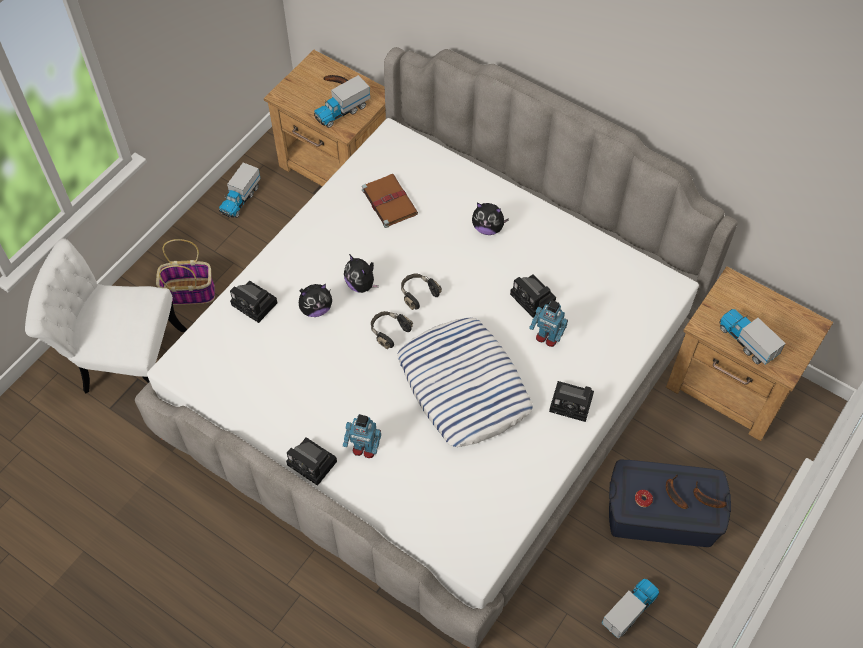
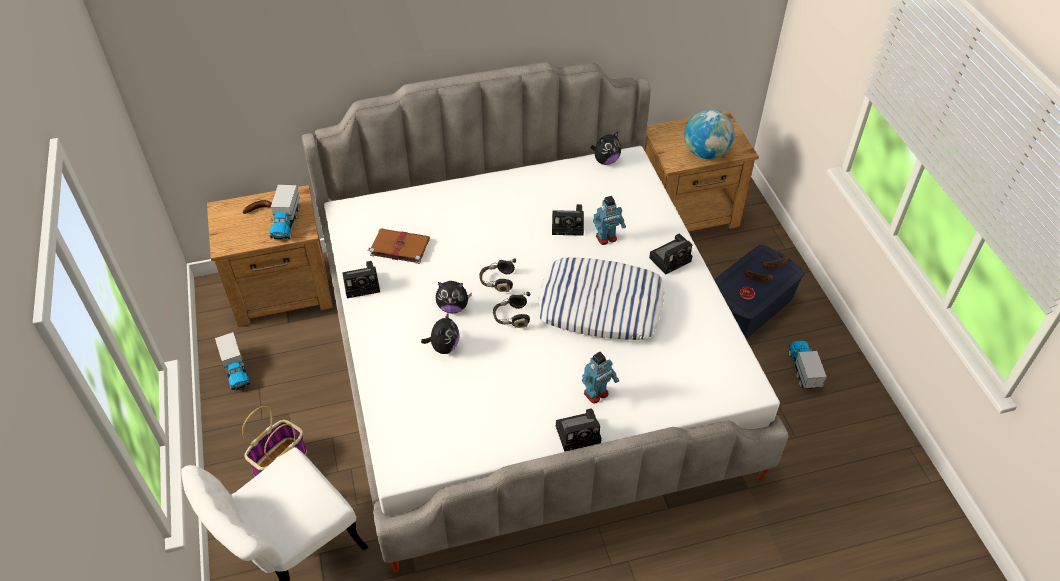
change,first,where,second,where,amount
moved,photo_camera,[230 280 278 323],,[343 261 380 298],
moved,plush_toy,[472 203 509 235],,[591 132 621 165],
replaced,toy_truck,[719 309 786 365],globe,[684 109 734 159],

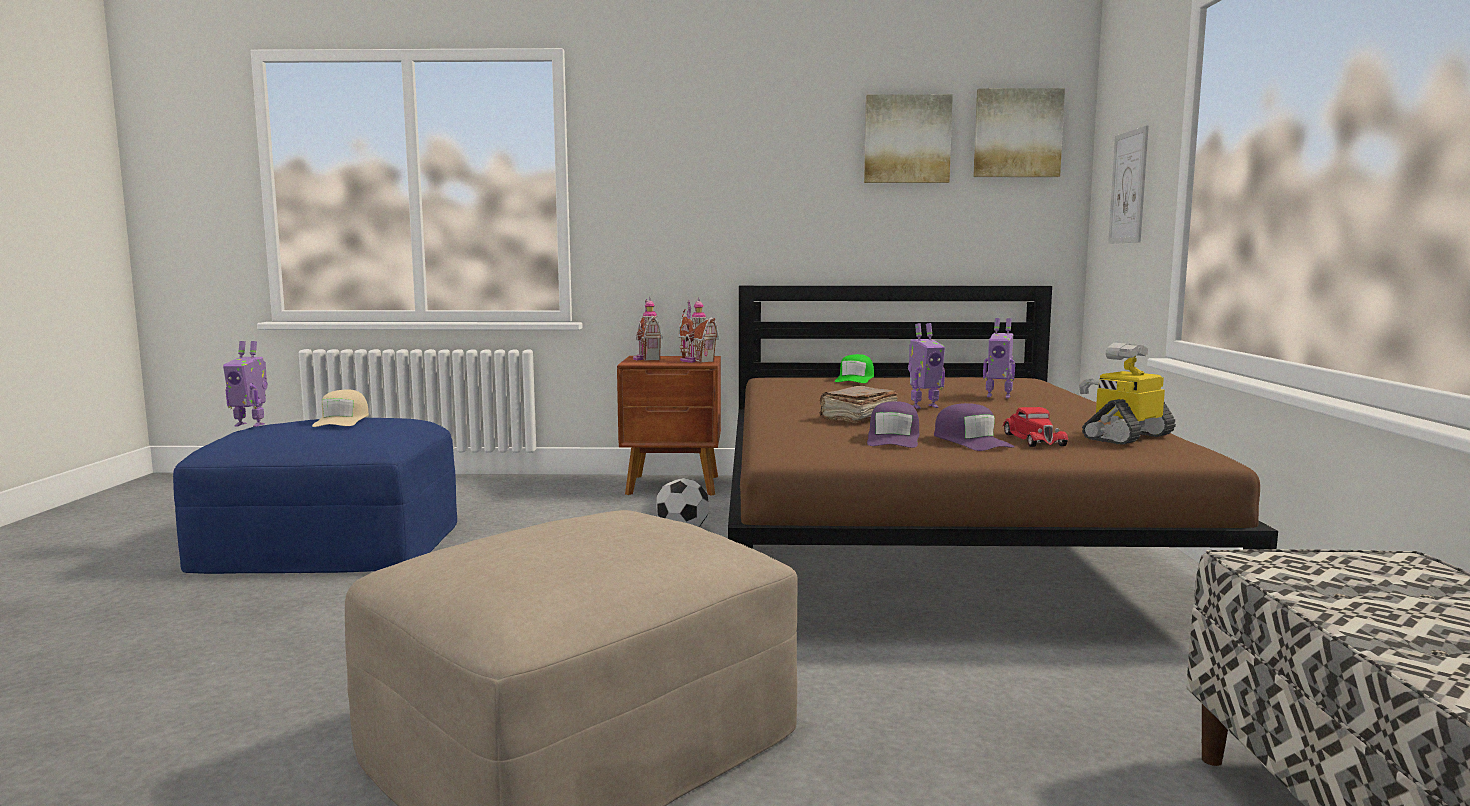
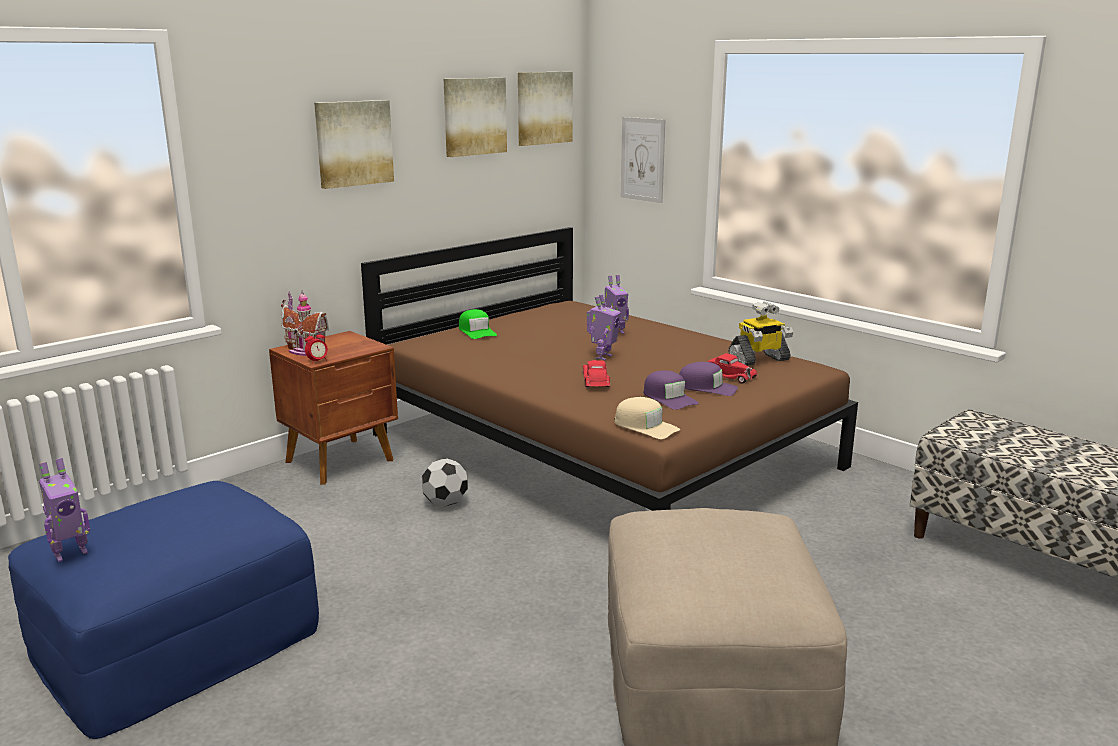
change,first,where,second,where,amount
moved,beige_cap,[312 389 369 427],,[615 397 680 439],
removed,toy_house,[678 297 719 363],,,
replaced,brown_book,[819 386 898 423],red_toy_car,[583 360 610 387],
turned,toy_robot,[1079 343 1176 445],,[728 301 793 366],120 degrees counterclockwise
added,,,alarm_clock,[305 330 328 364],
added,,,picture,[314 100 394 189],

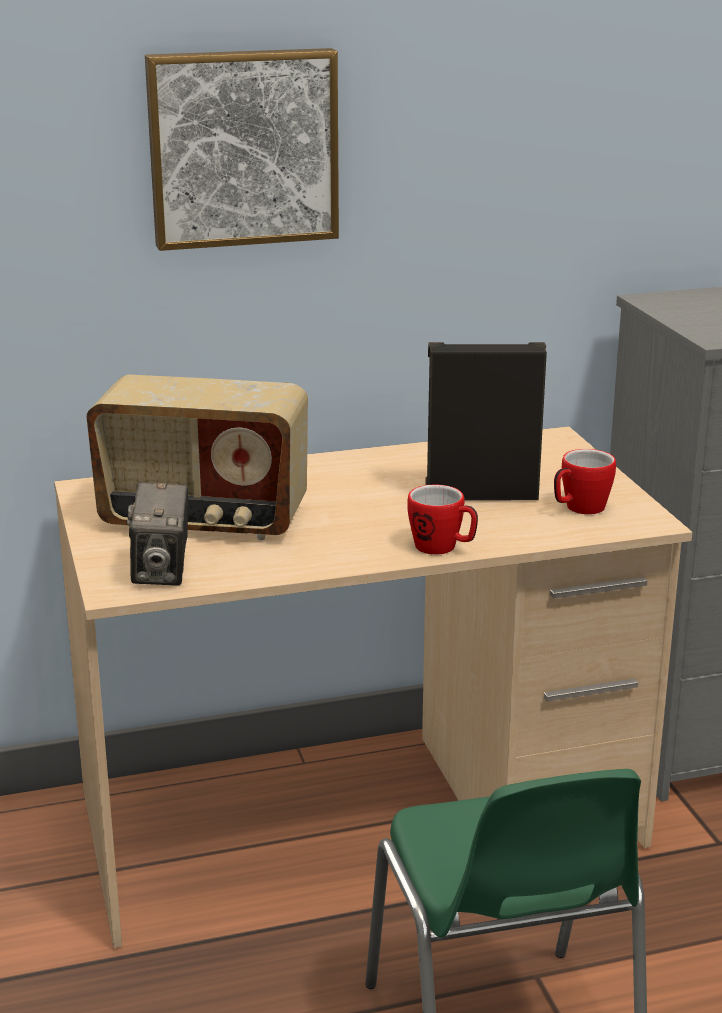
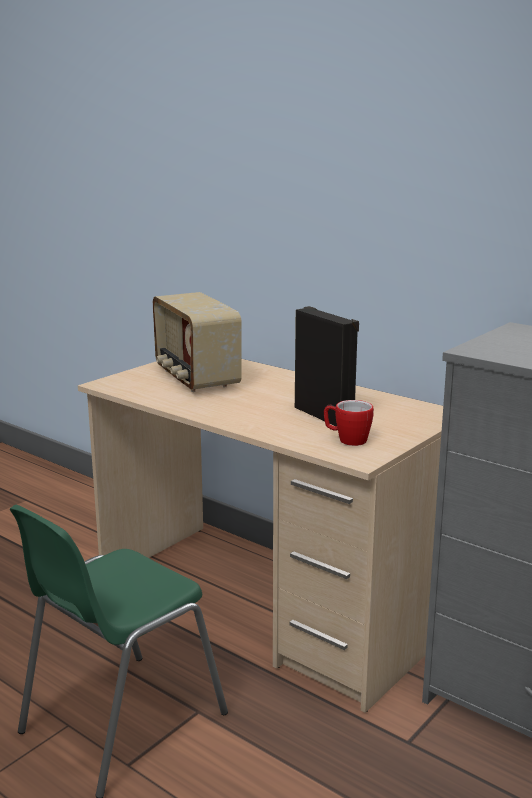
change,first,where,second,where,amount
removed,photo_camera,[127 482 188 585],,,
removed,picture,[145 48 339 251],,,
removed,mug,[407 484 478 555],,,

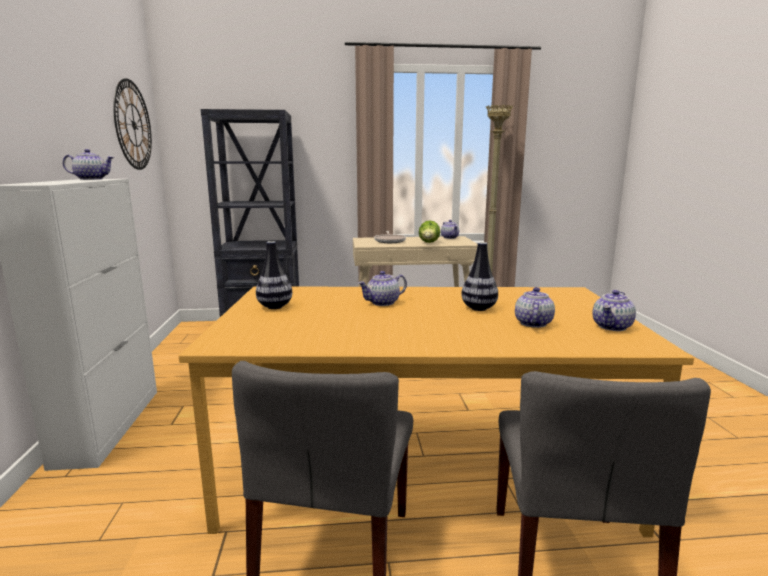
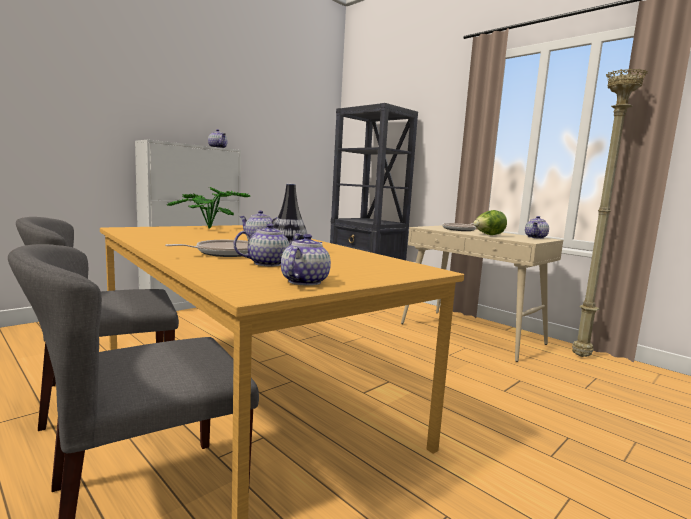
change,first,where,second,where,amount
removed,wall_clock,[113 79 152 170],,,
replaced,vase,[256 241 292 309],potted_plant,[167 187 250 229],
turned,teapot,[592 290 636 331],,[281 234 331 286],105 degrees clockwise
added,,,frying_pan,[165 240 248 257],

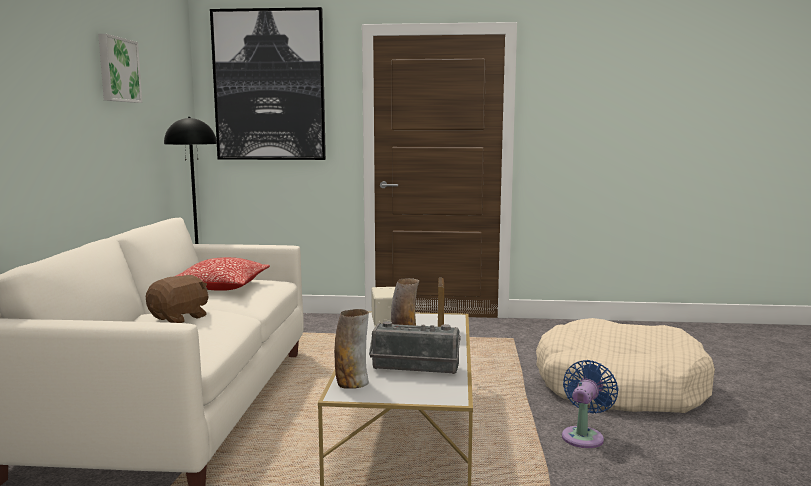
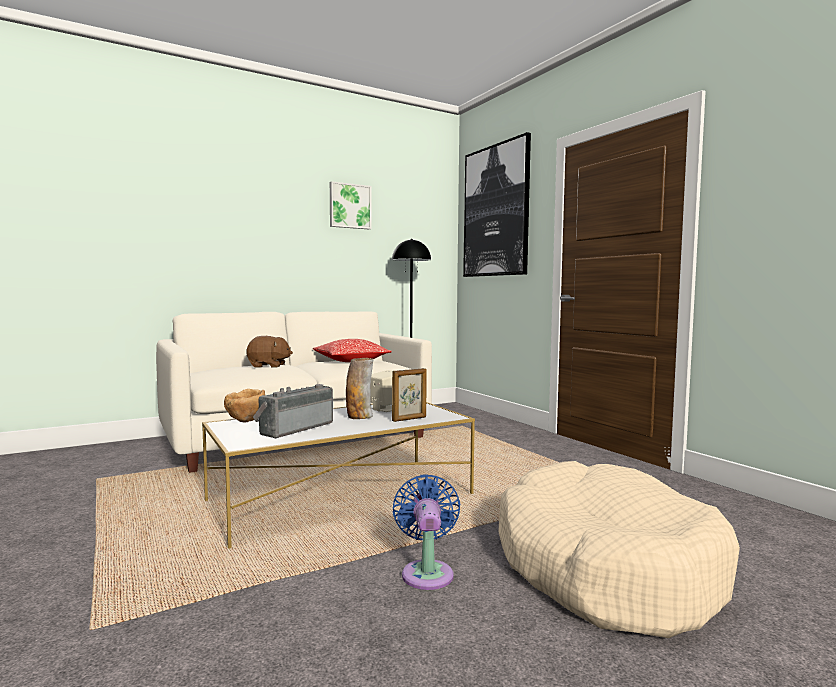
change,first,where,second,where,amount
replaced,vase,[334 309 369 389],brown_bowl,[224 389 265 422],
turned,radio,[369 321 461 374],,[253 384 333 438],60 degrees clockwise
turned,blue_fan,[562 360 619 448],,[393 474 460 590],90 degrees counterclockwise

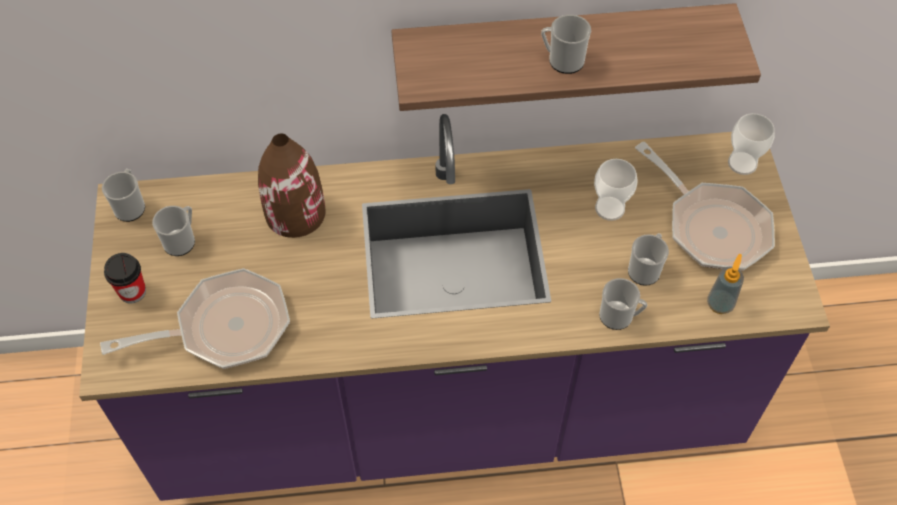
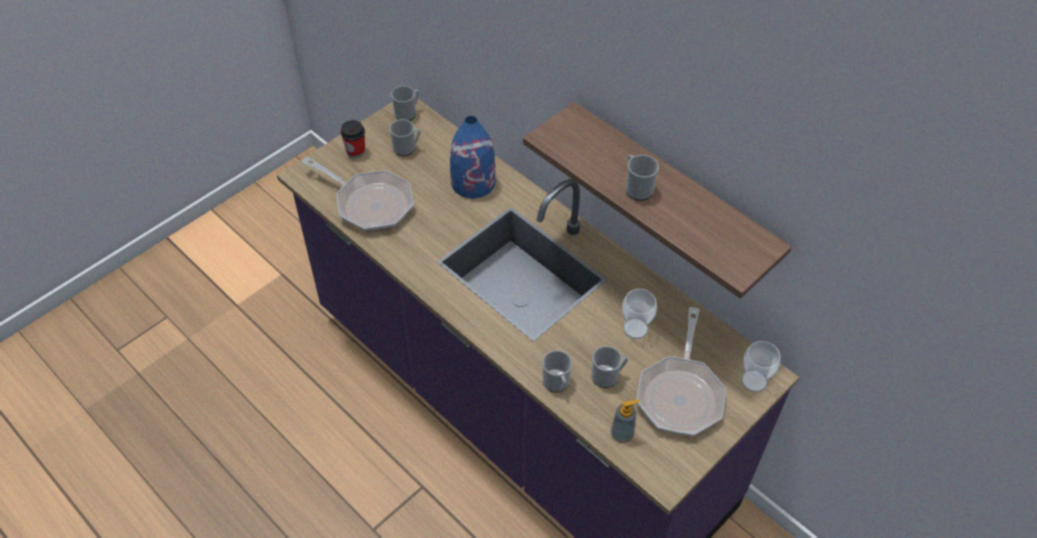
change,first,where,second,where,amount
recoloured,brown_vase,[258 134 325 238],blue_vase,[450 116 496 198],

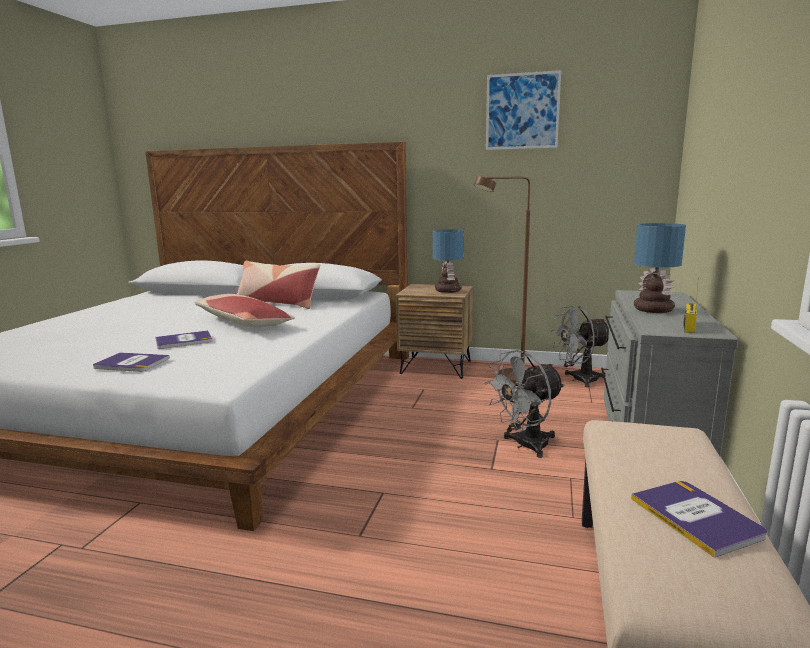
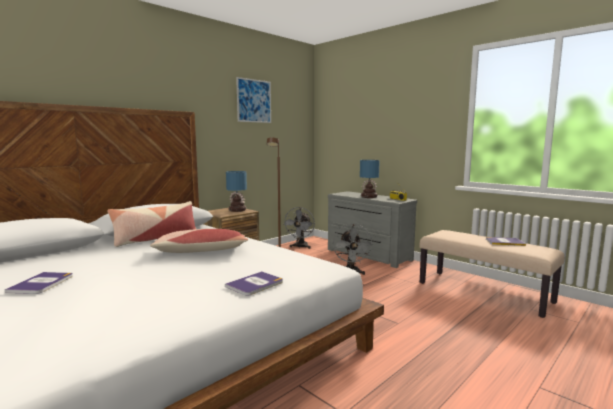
change,first,where,second,where,amount
moved,book,[155 330 212 349],,[5 272 73 294],

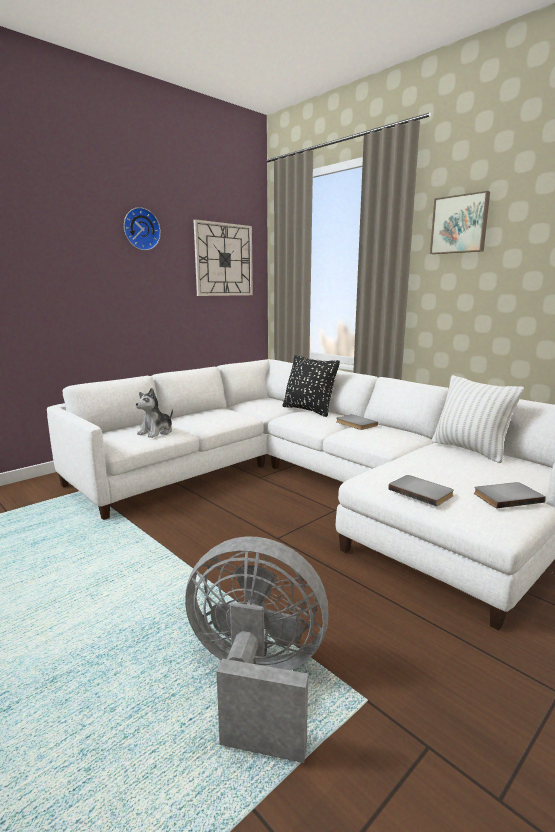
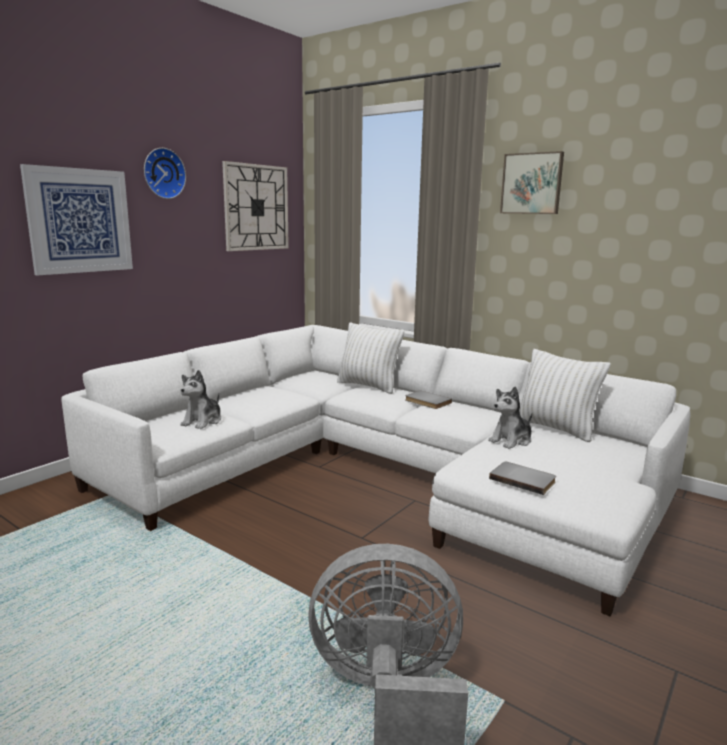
change,first,where,second,where,amount
recoloured,black_pillow,[282 355 340 417],white_pillow,[337 322 405 394],
removed,grey_book,[474 482 546 508],,,
added,,,picture,[20 164 133 275],
added,,,plush_toy,[488 386 532 449],

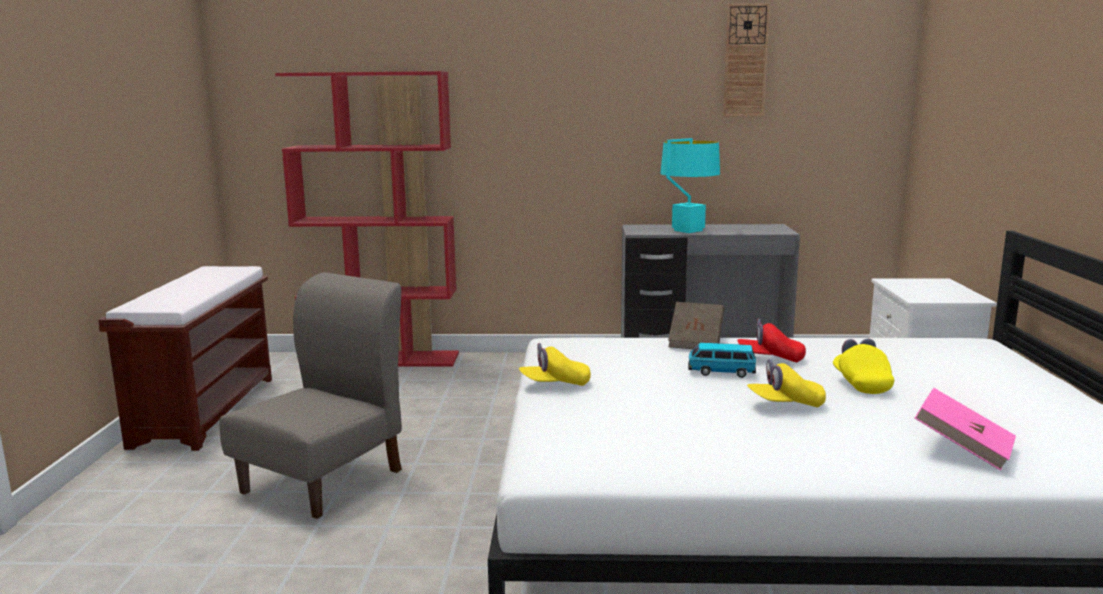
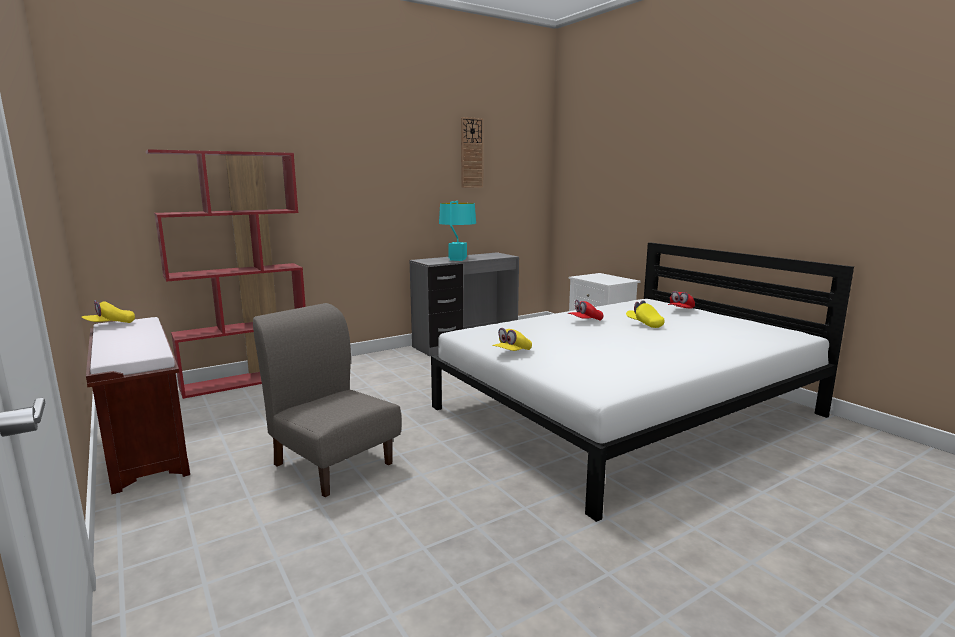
change,first,where,second,where,amount
turned,grey_chair,[220 272 402 519],,[253 303 402 497],45 degrees counterclockwise
removed,brown_book,[668 302 724 349],,,
removed,toy_car,[688 343 756 378],,,
moved,yellow_cap,[747 359 826 407],,[82 300 135 323],
removed,pink_book,[915 388 1016 471],,,
added,,,red_cap,[668 291 695 309],

